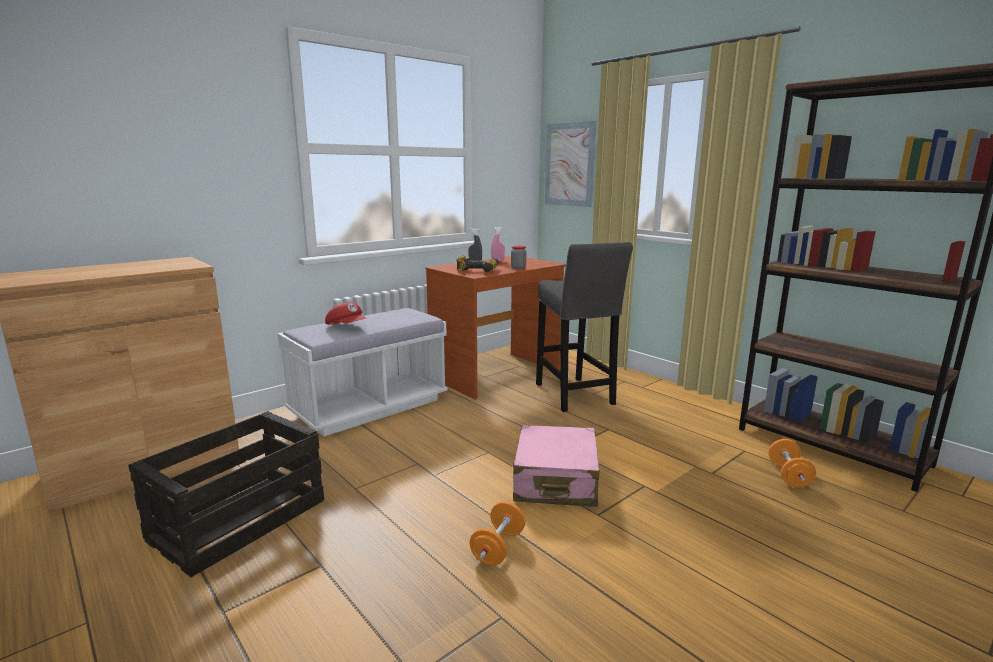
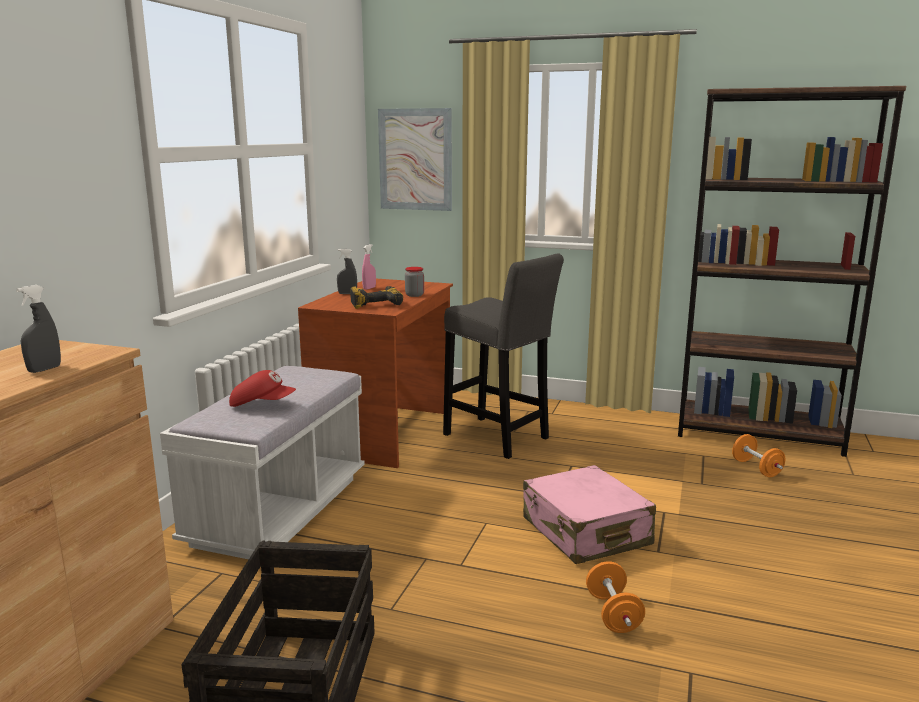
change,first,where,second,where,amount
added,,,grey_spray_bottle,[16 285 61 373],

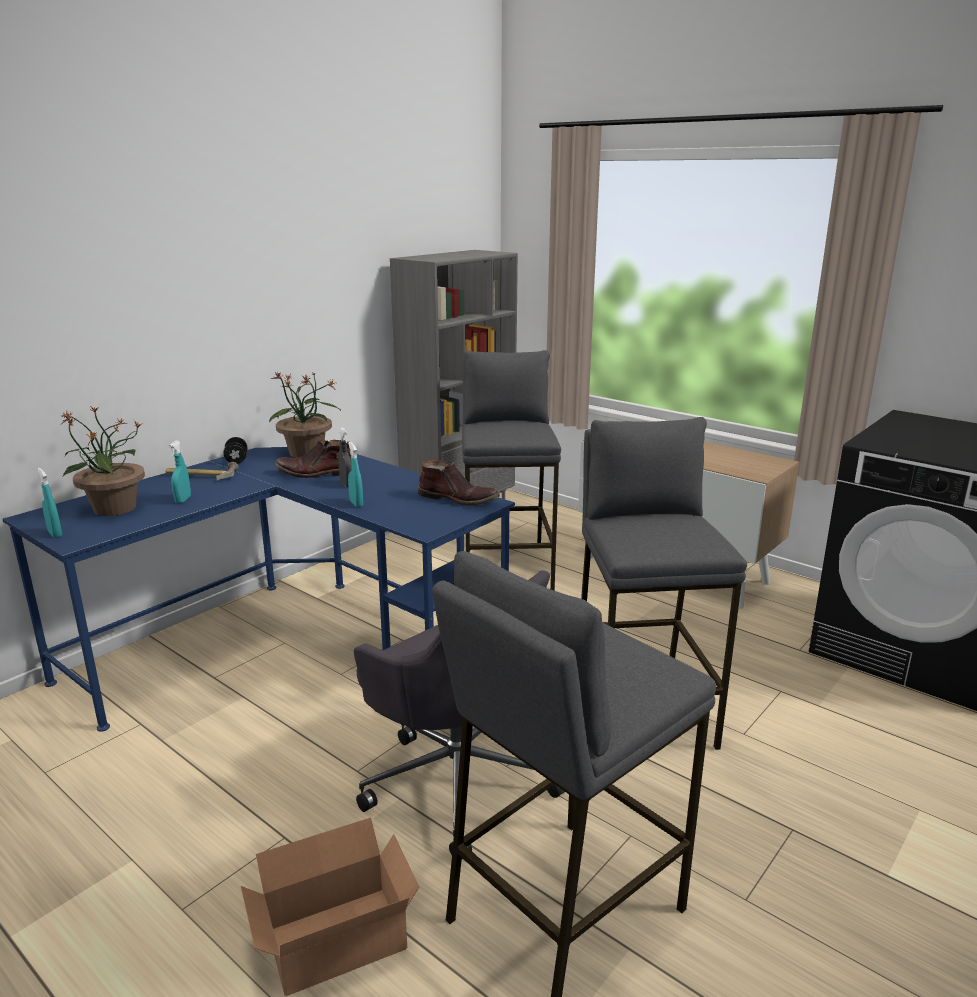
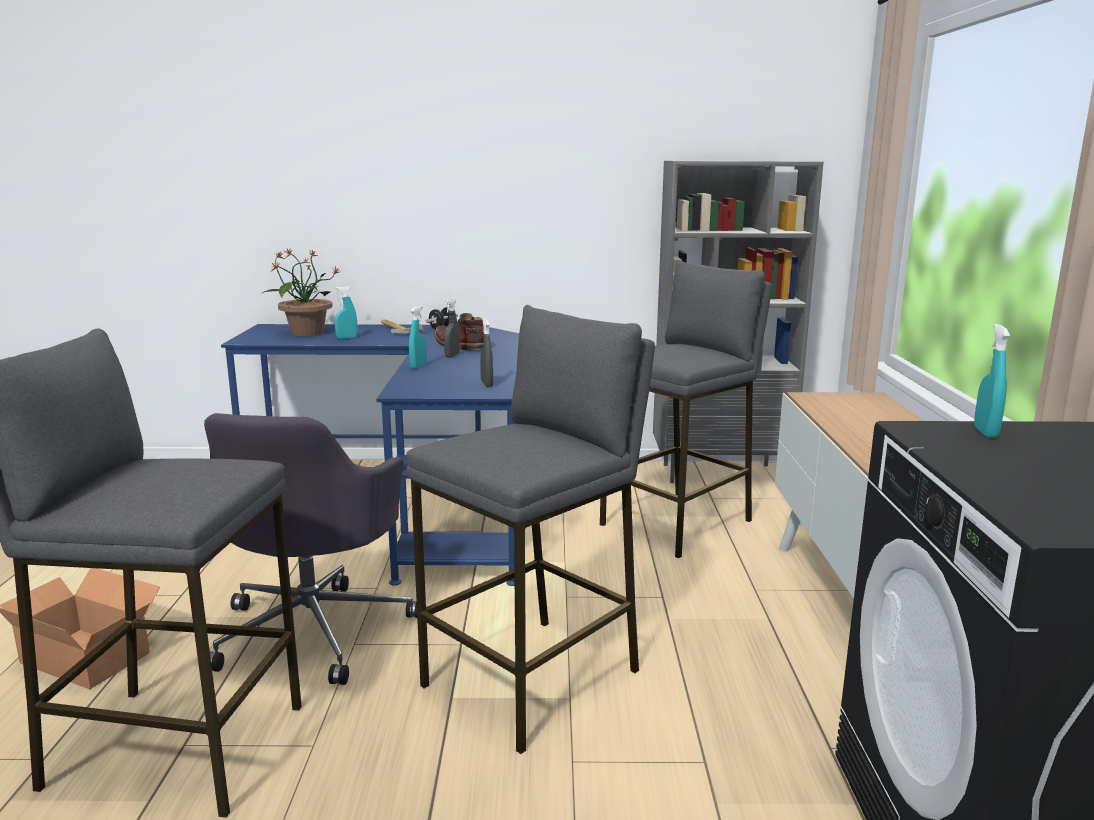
change,first,where,second,where,amount
moved,turquoise_spray_bottle,[37 468 62 538],,[974 324 1010 438],
removed,potted_plant,[269 372 341 458],,,
replaced,brown_boot,[417 460 500 506],grey_spray_bottle,[480 318 493 387],

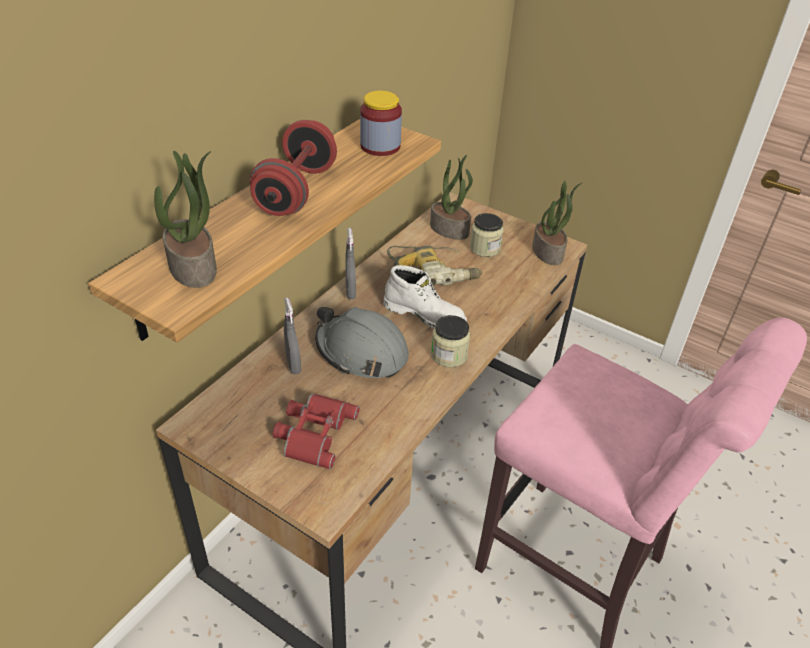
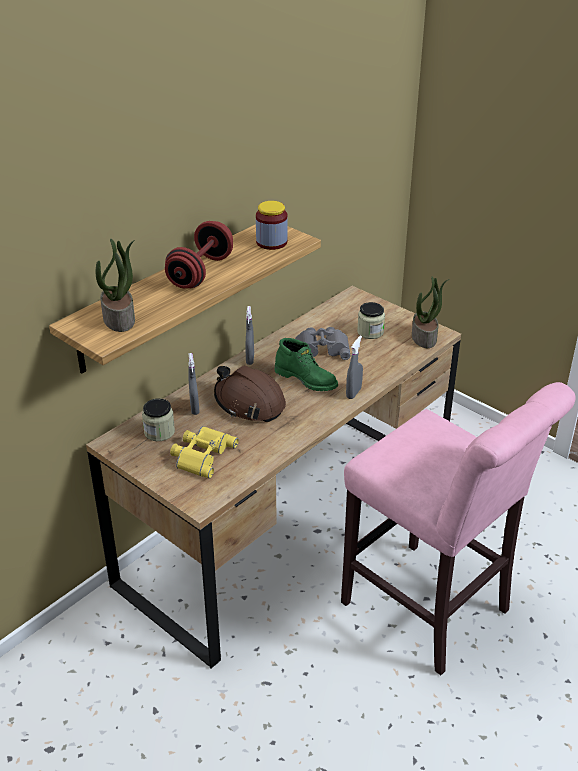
change,first,where,second,where,amount
recoloured,red_binoculars,[273 394 359 469],yellow_binoculars,[170 426 239 479],
recoloured,grey_hard_hat,[315 307 409 378],brown_hard_hat,[214 366 286 422],
recoloured,white_boot,[384 265 467 328],green_boot,[275 338 338 391],
replaced,power_drill,[387 245 482 286],grey_binoculars,[295 327 350 360],
removed,potted_plant,[430 155 473 240],,,
moved,jar,[431 315 470 367],,[142 398 175 441],
added,,,grey_spray_bottle,[346 335 363 399],

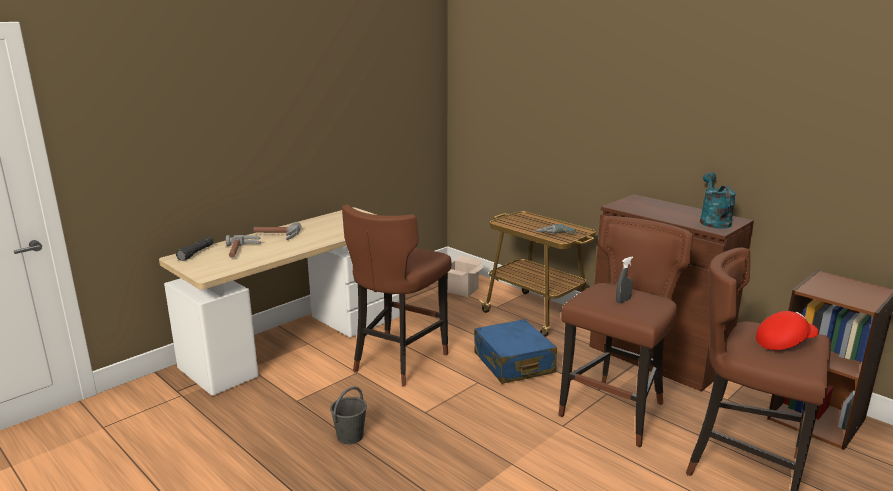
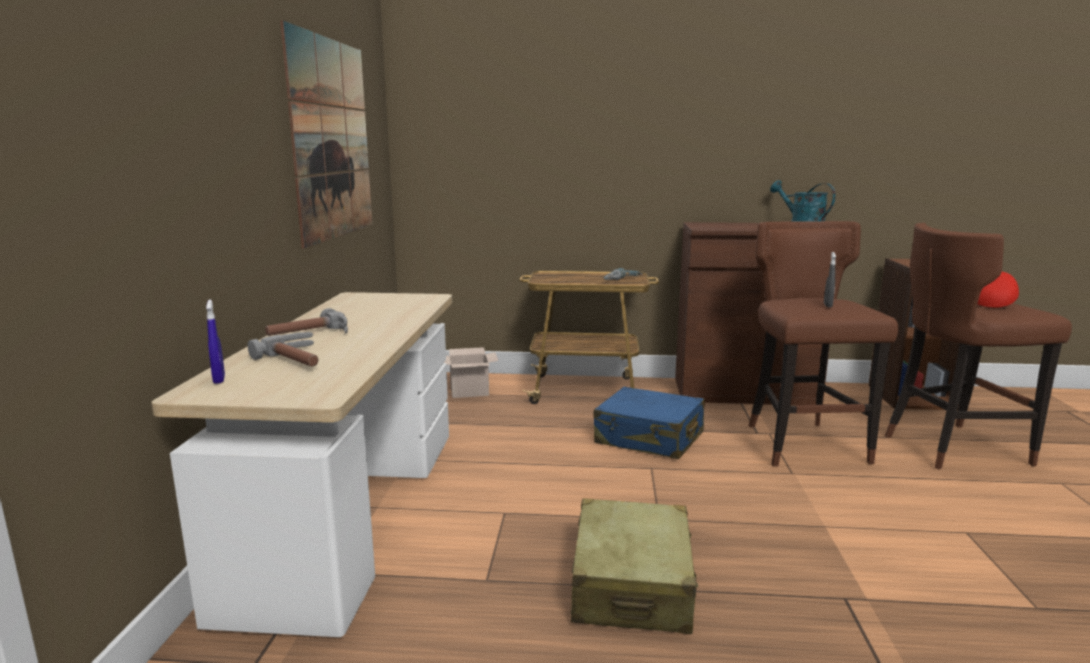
change,first,where,second,where,amount
replaced,black_flashlight,[176 237 214 261],blue_spray_bottle,[206 299 225 384],
replaced,grey_bucket,[330 386 367 444],beige_suitcase,[571 499 698 634],
removed,brown_stool,[342 204 452 386],,,
added,,,picture,[280 20 372 249],

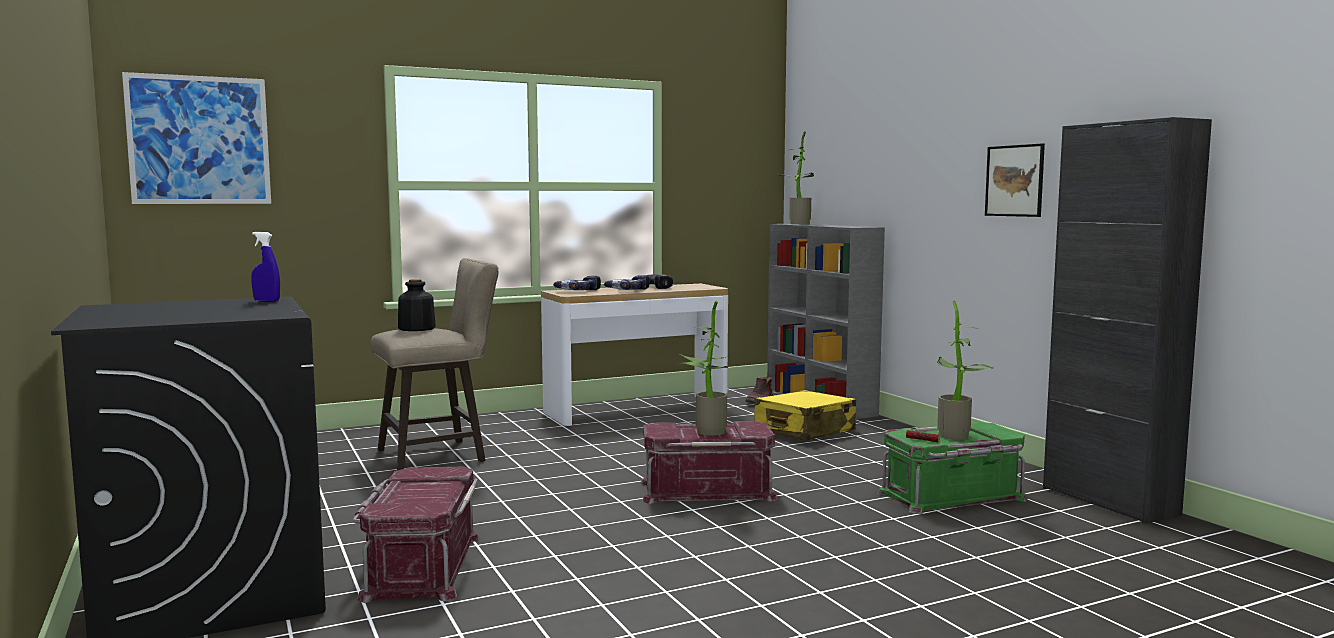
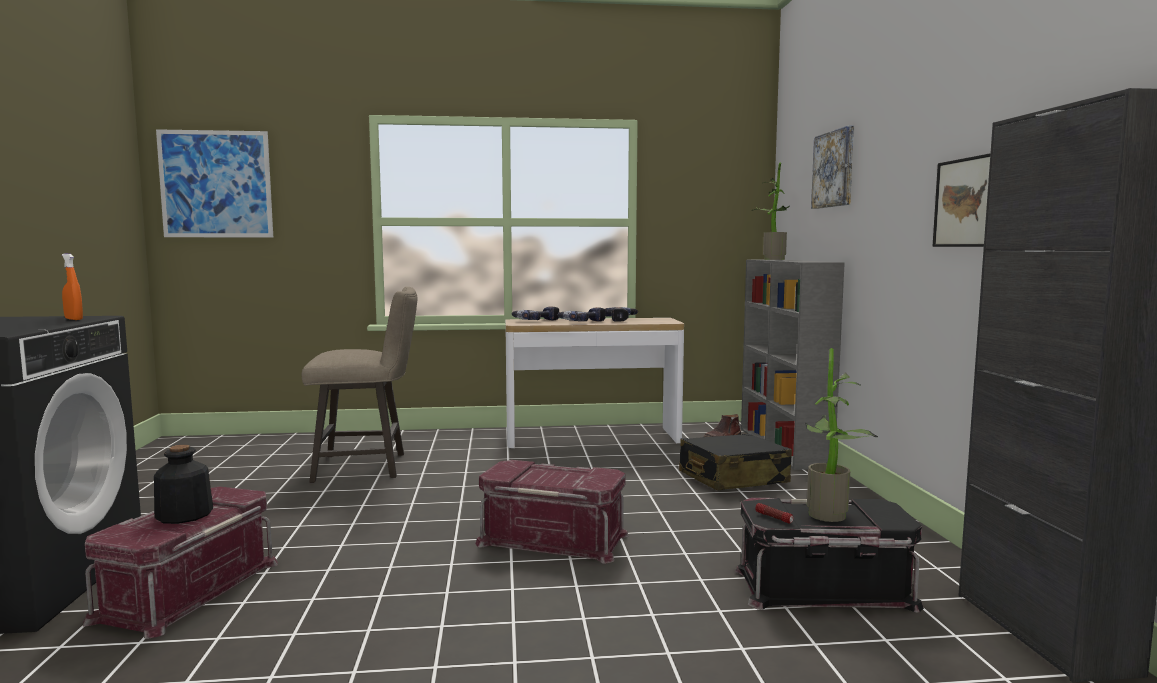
change,first,where,second,where,amount
recoloured,blue_spray_bottle,[251 232 280 302],orange_spray_bottle,[62 253 83 320],
moved,bottle,[398 279 436 331],,[154 445 213 524],
removed,potted_plant,[677 300 730 436],,,
recoloured,yellow_suitcase,[754 390 856 441],black_suitcase,[679 434 792 491],
recoloured,green_storage_box,[877 422 1028 514],black_storage_box,[734 498 924 613],
added,,,picture,[811 126 854 209],

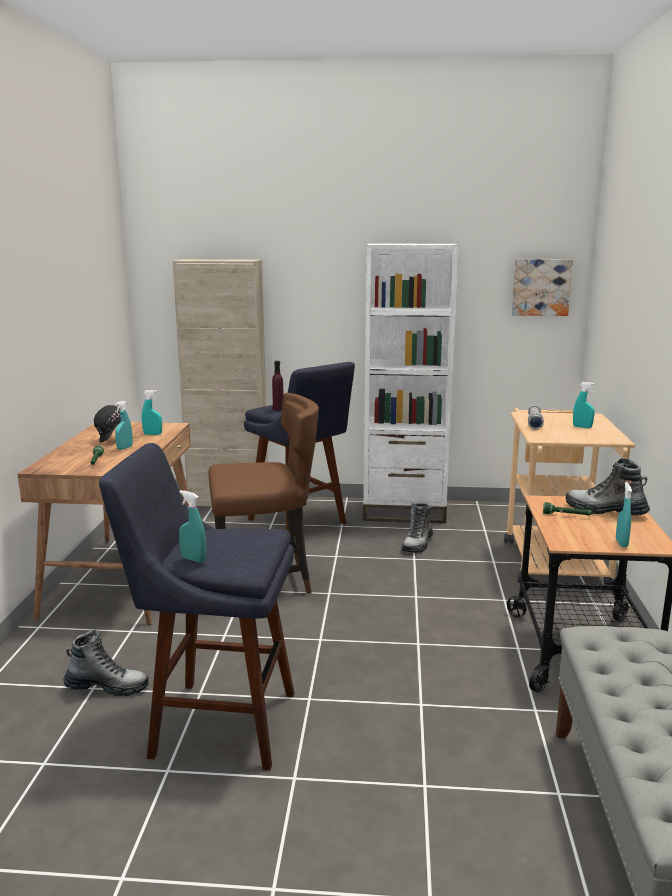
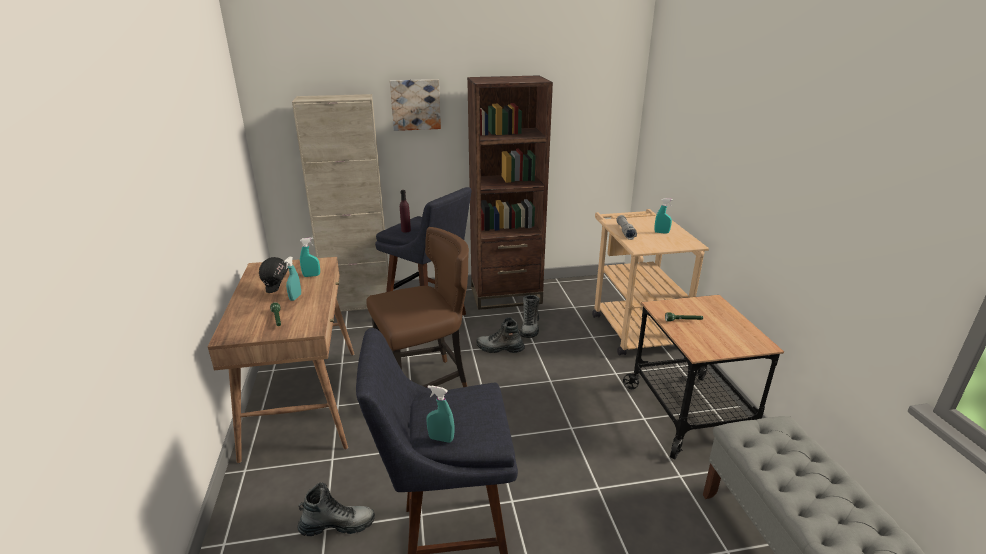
change,first,where,second,where,amount
recoloured,white_bookcase,[363 244 459 523],brown_bookcase,[467 75 553 310],
moved,picture,[512 259 573 316],,[390 79 441 131],
moved,boot,[566 458 650 516],,[476 317 525 353],
removed,turquoise_spray_bottle,[616 482 632 547],,,

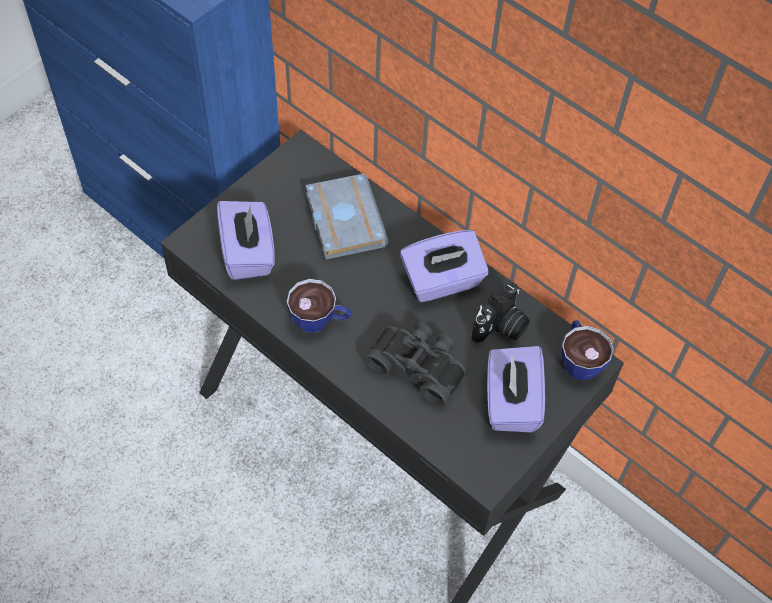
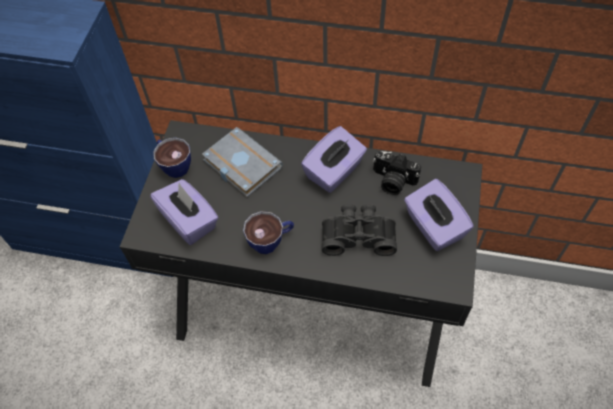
change,first,where,second,where,amount
turned,photo_camera,[472 282 530 343],,[373 151 421 195],105 degrees clockwise
moved,cup,[561 320 614 380],,[153 137 191 178],

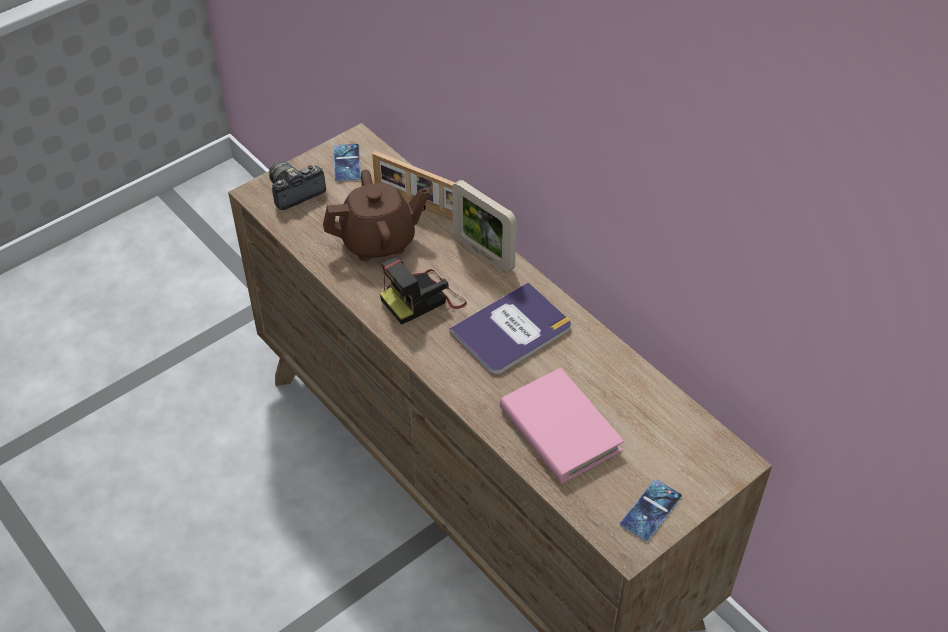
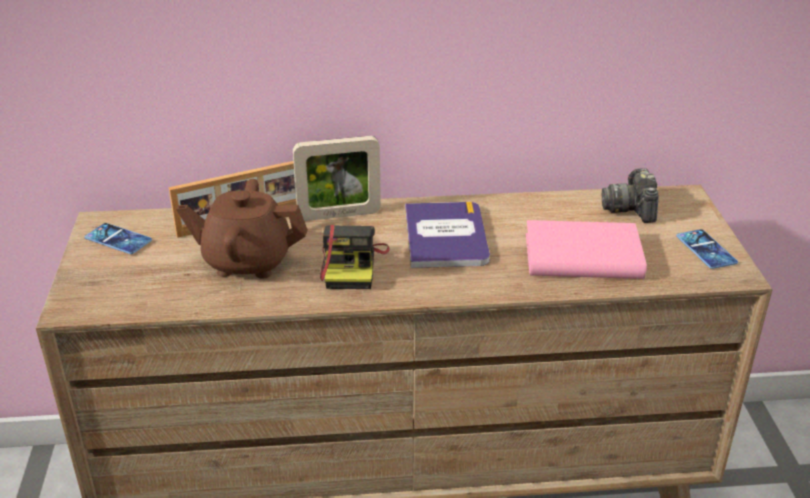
change,first,where,second,where,amount
moved,photo_camera,[269 161 326 210],,[602 168 659 223],
turned,brown_teapot,[323 170 429 261],,[176 179 308 279],105 degrees counterclockwise

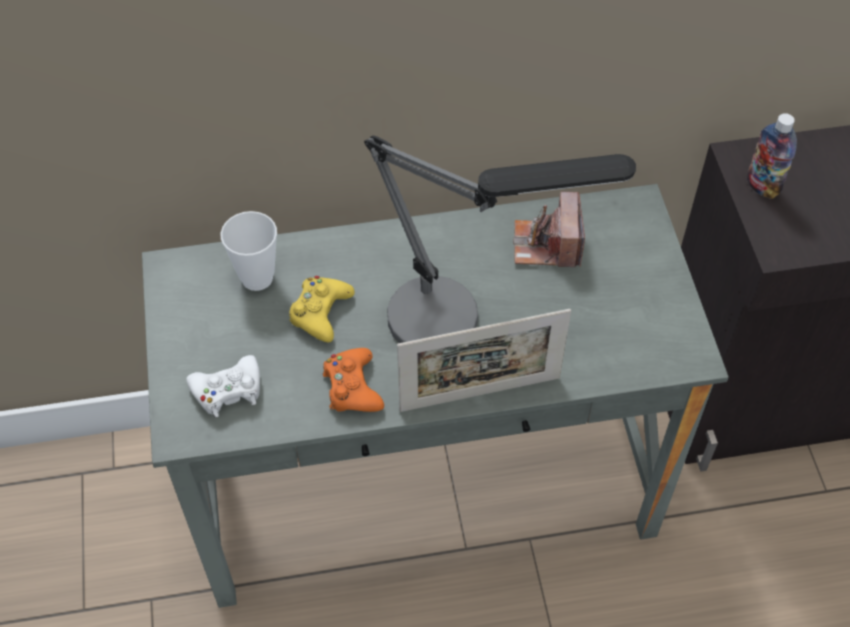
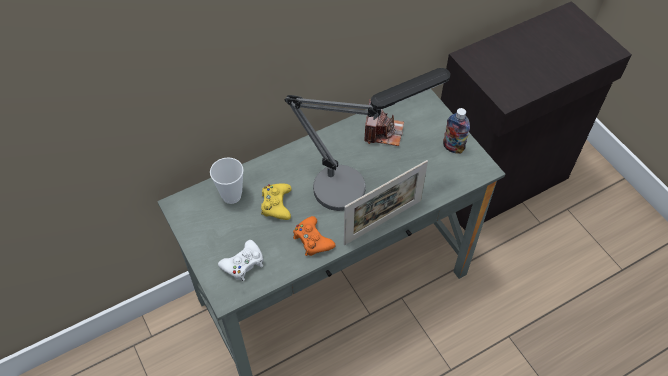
change,first,where,second,where,amount
turned,photo_camera,[513 192 585 267],,[364 100 404 146],150 degrees counterclockwise
moved,bottle,[747 113 797 199],,[443 108 470 154],

